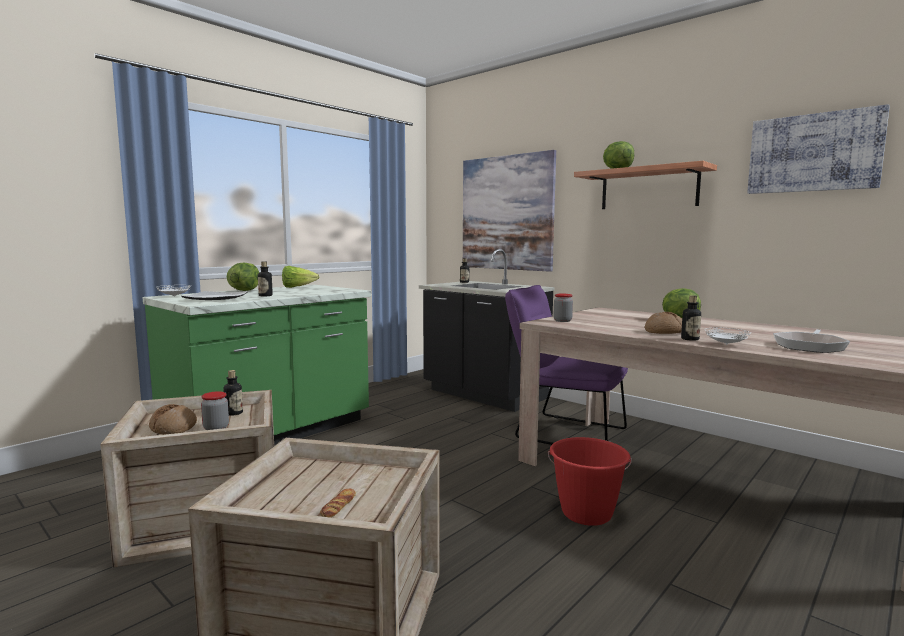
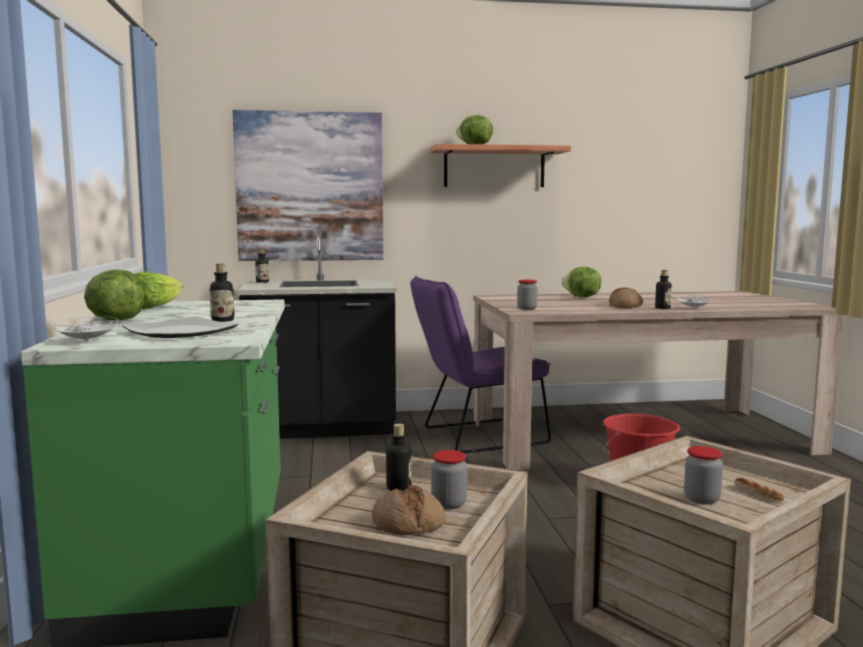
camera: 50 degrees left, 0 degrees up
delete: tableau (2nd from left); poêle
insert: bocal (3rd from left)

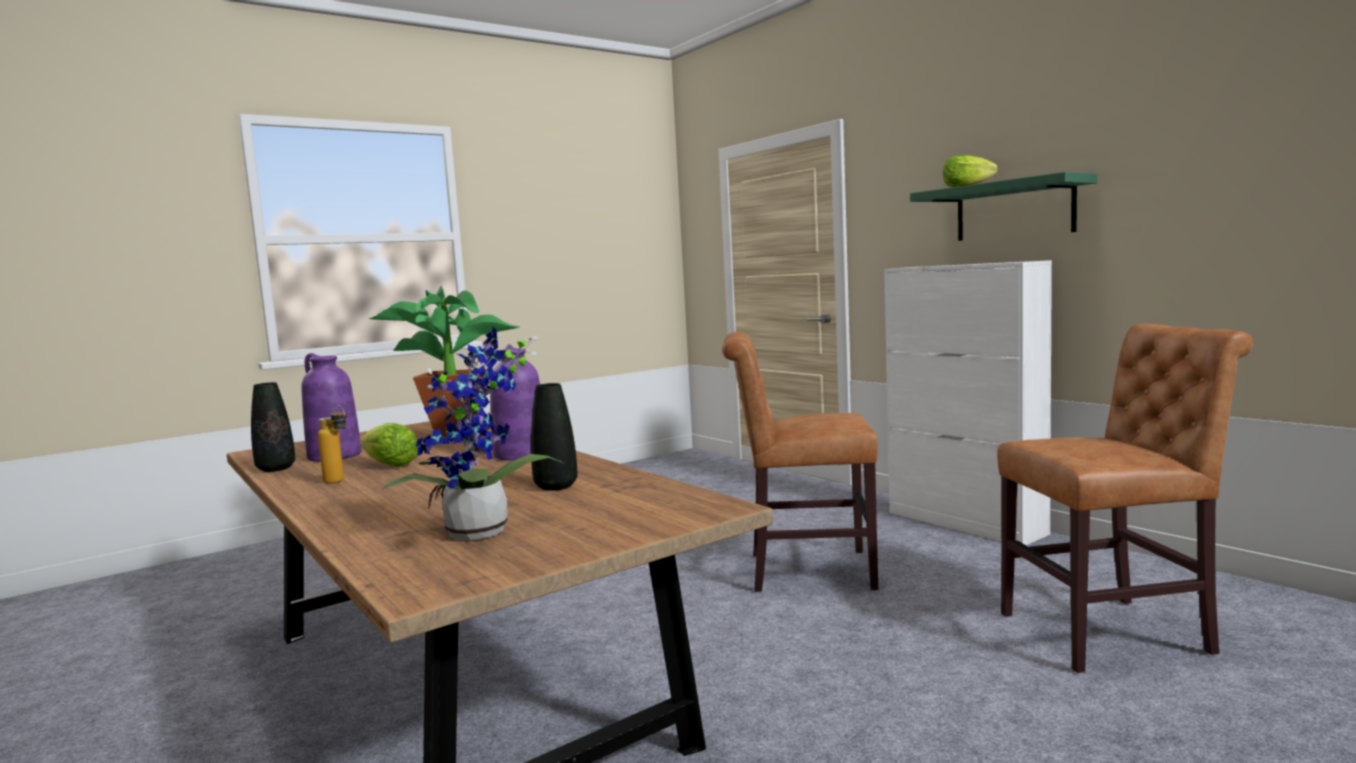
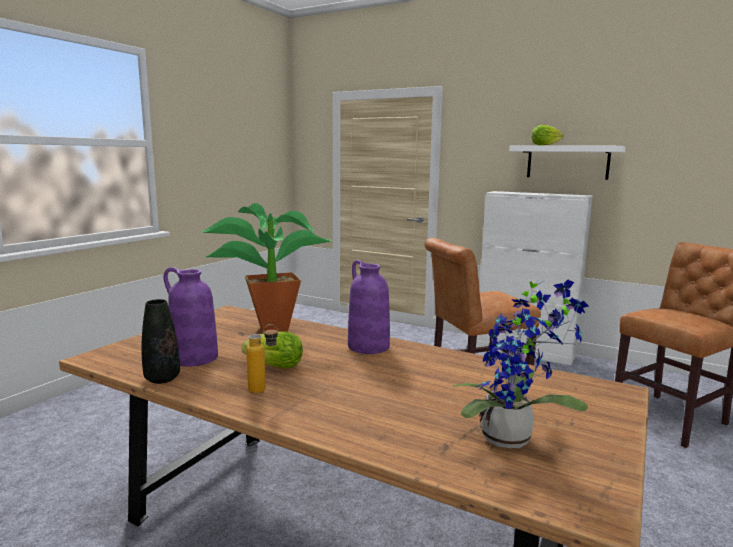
camera: 25 degrees left, 5 degrees up
delete: vase/noir (2nd from left)
recolor: étagère/vert to étagère/blanc

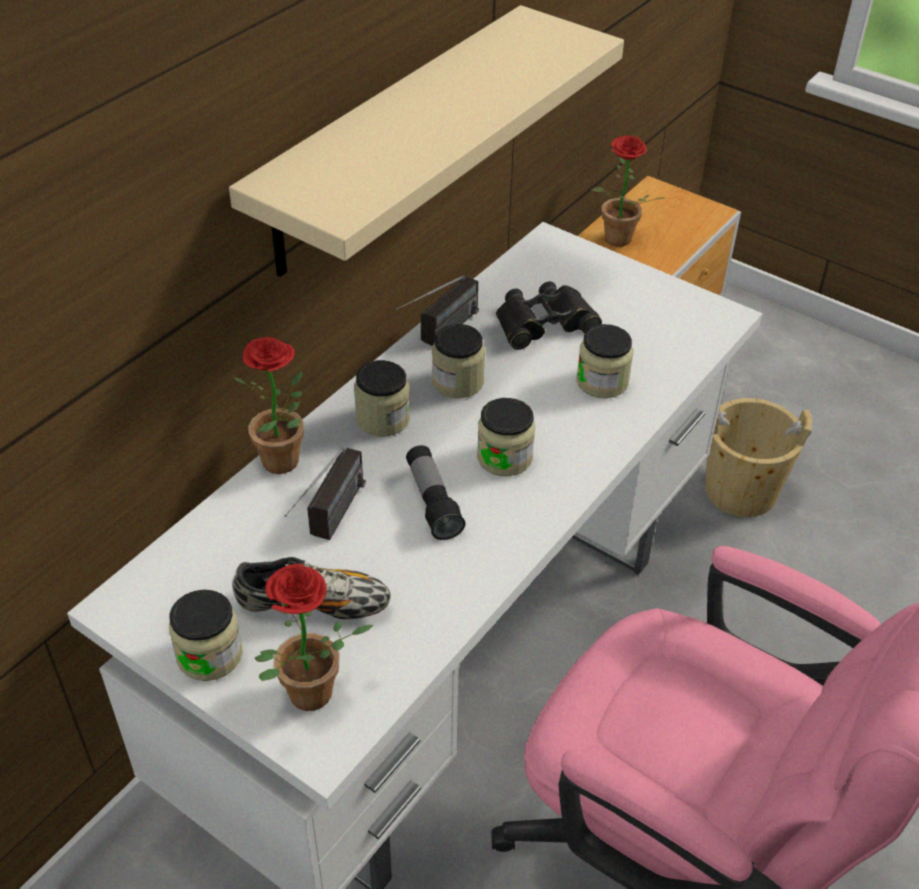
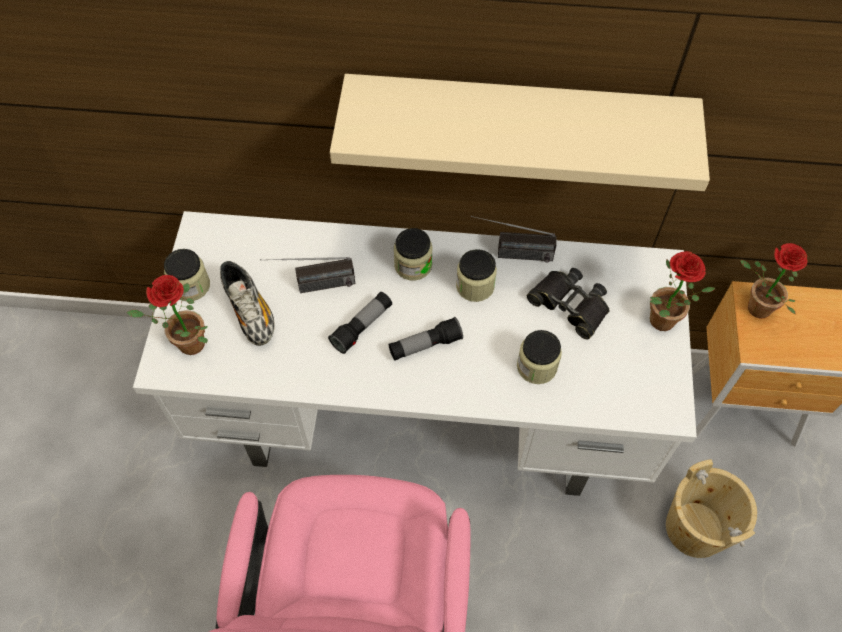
camera: 60 degrees right, 15 degrees up
move: plante en pot (1st from left in the first image) to plante en pot (2nd from left)
replace: bocal (4th from left) to lampe de poche (2nd from left)

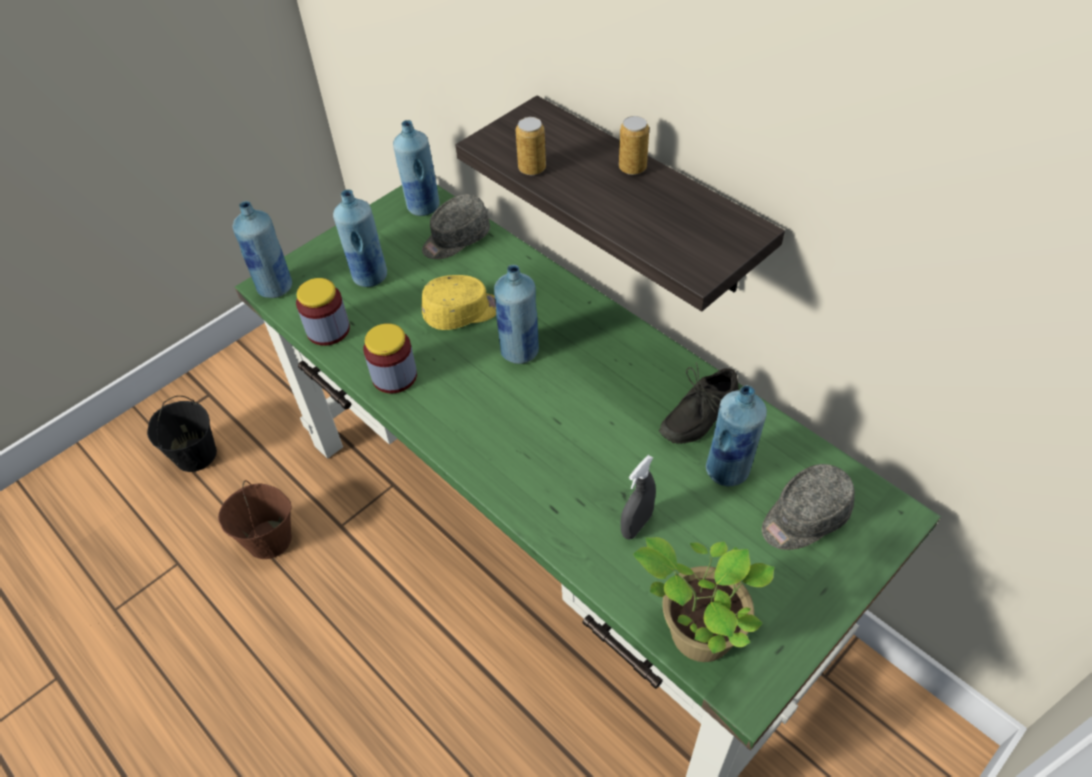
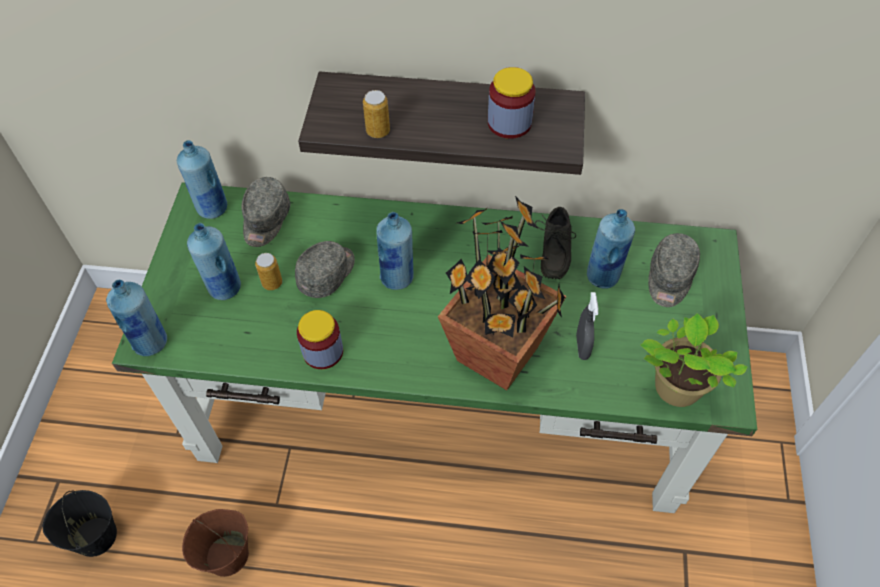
camera: 40 degrees left, 5 degrees up
insert: plante en pot (1st from left)
move: bocal (1st from left in the first image) to bocal (2nd from left); boîte métallique (2nd from left in the first image) to boîte métallique (1st from left)
recolor: casquette/jaune to casquette/gris (2nd from left)

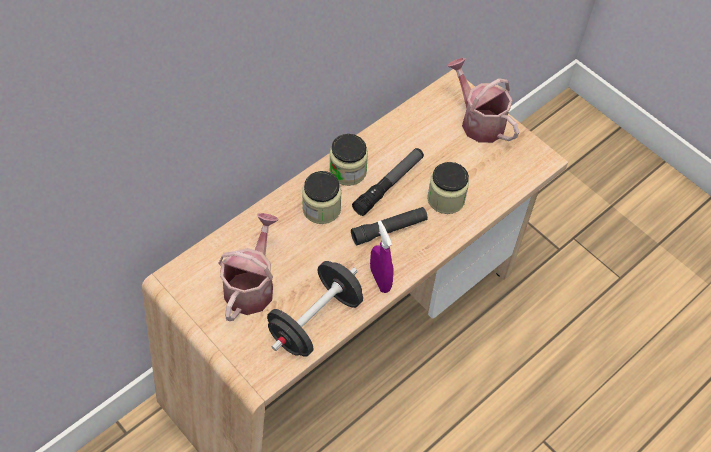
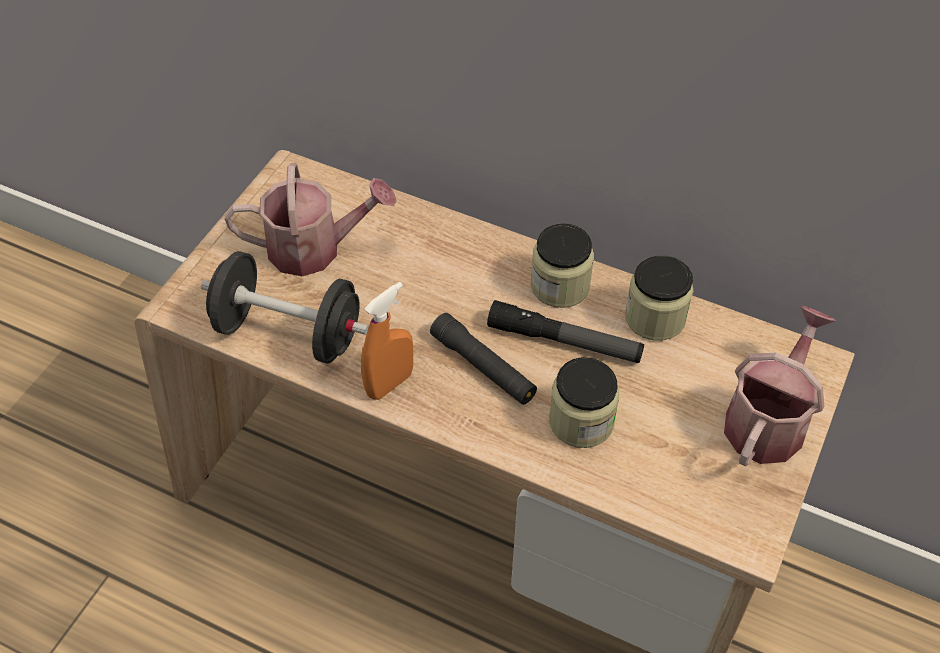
camera: 70 degrees right, 5 degrees down
move: bocal (1st from left in the first image) to bocal (3rd from left)
recolor: vaporisateur/violet to vaporisateur/orange

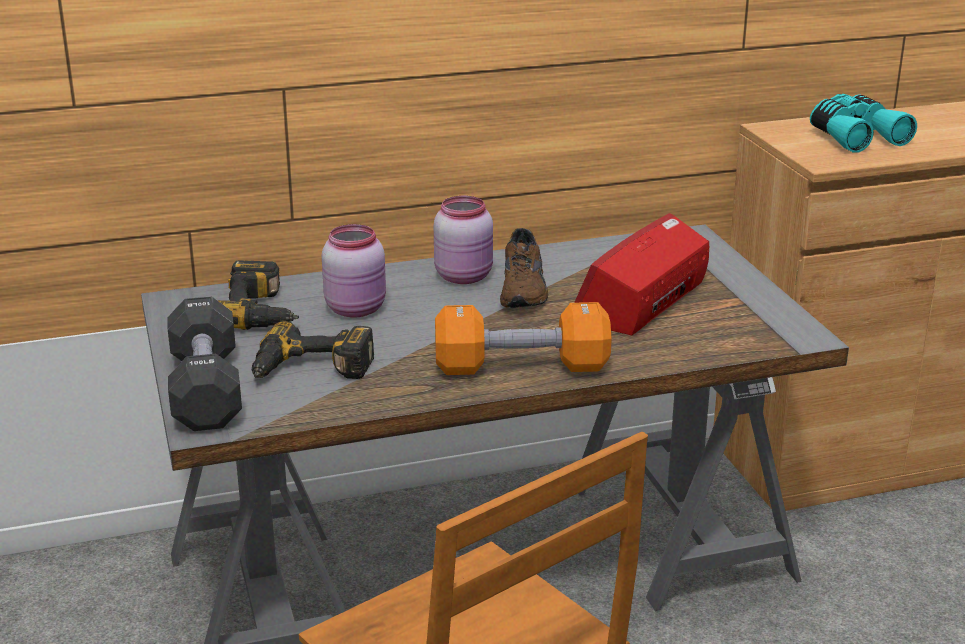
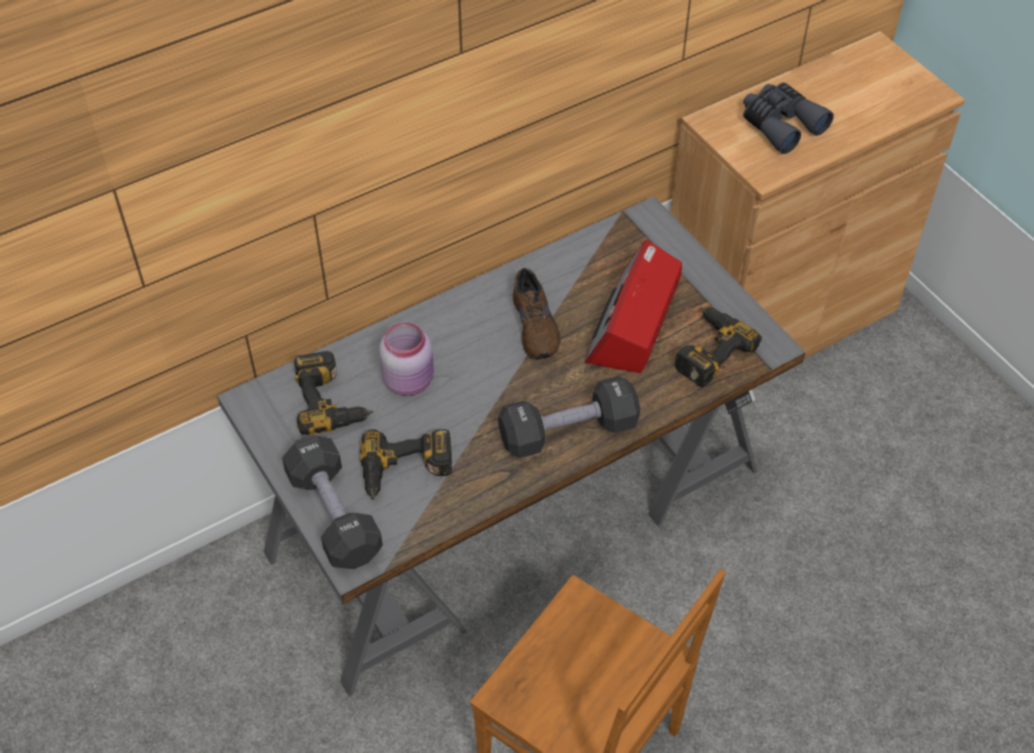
camera: 15 degrees left, 25 degrees up
delete: bocal/rose (2nd from left)
insert: perceuse (3rd from left)
recolor: haltère/orange to haltère/noir (2nd from left); jumelles/turquoise to jumelles/gris

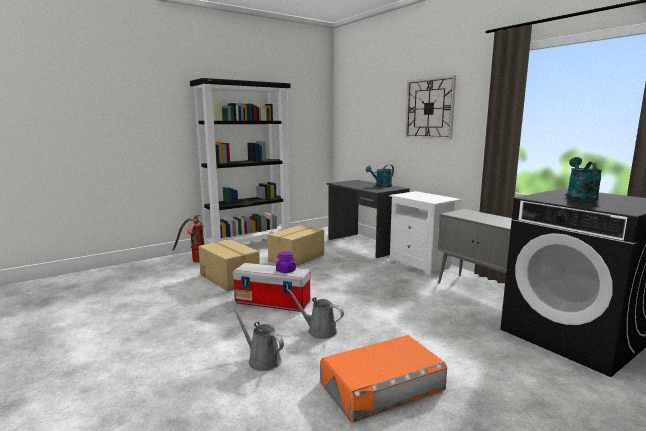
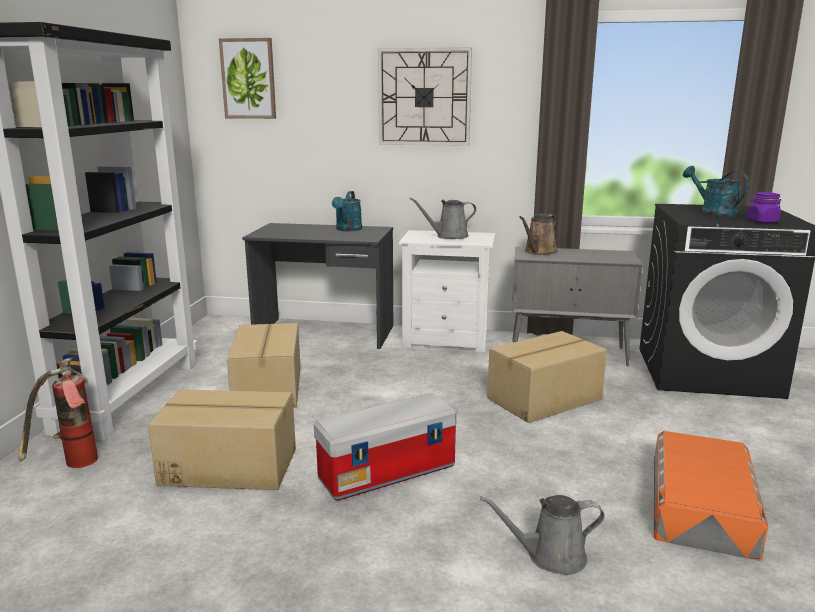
camera: 45 degrees left, 5 degrees up
insert: tableau; carton (3rd from left); arrosoir/marron
move: bocal/violet; arrosoir/gris (2nd from left in the first image) to arrosoir/gris (1st from left)

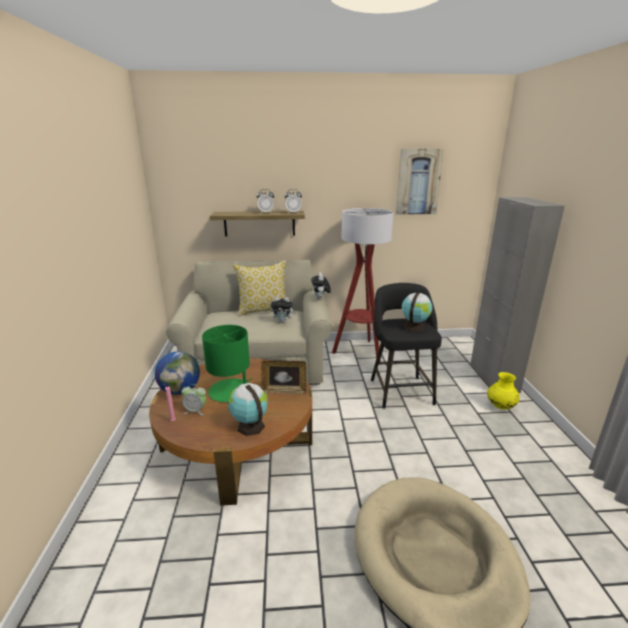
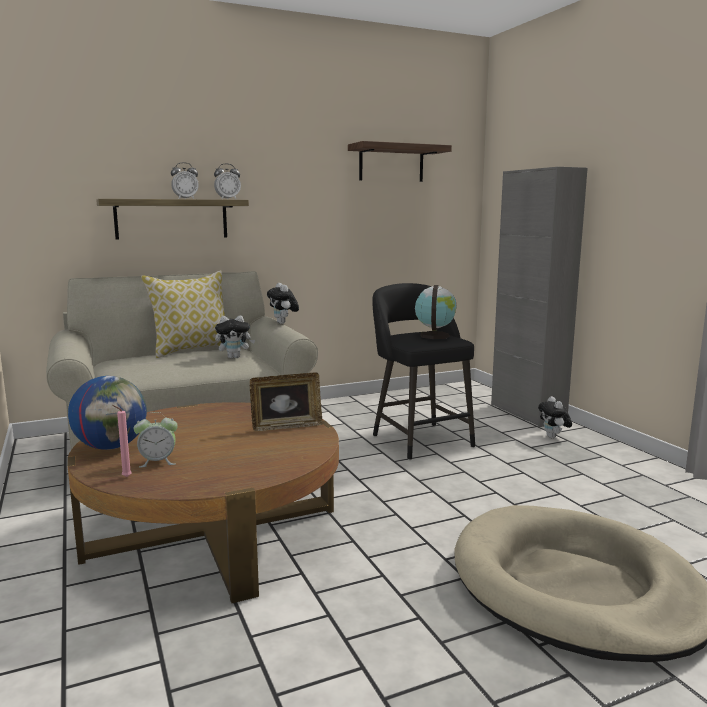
camera: 20 degrees left, 10 degrees down
delete: lampe de table/vert; globe (2nd from left); lampadaire
replace: tableau to étagère (2nd from left); vase/jaune to peluche (3rd from left)

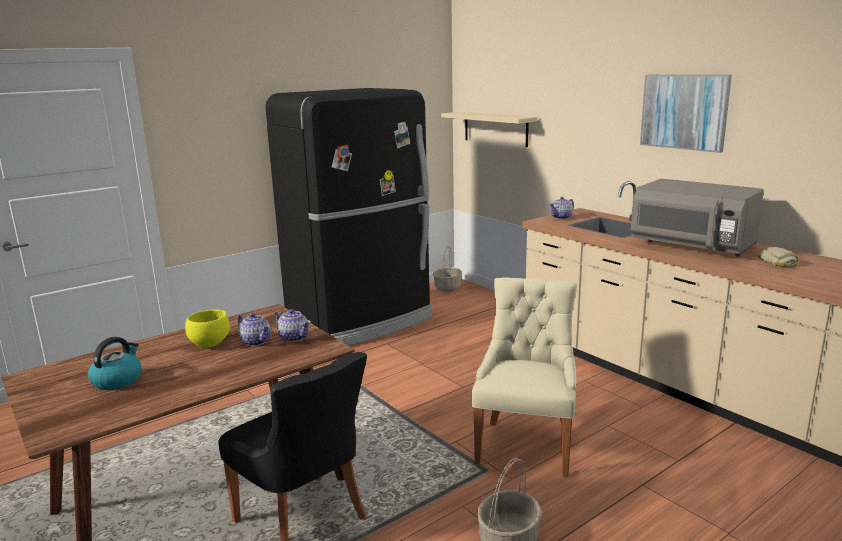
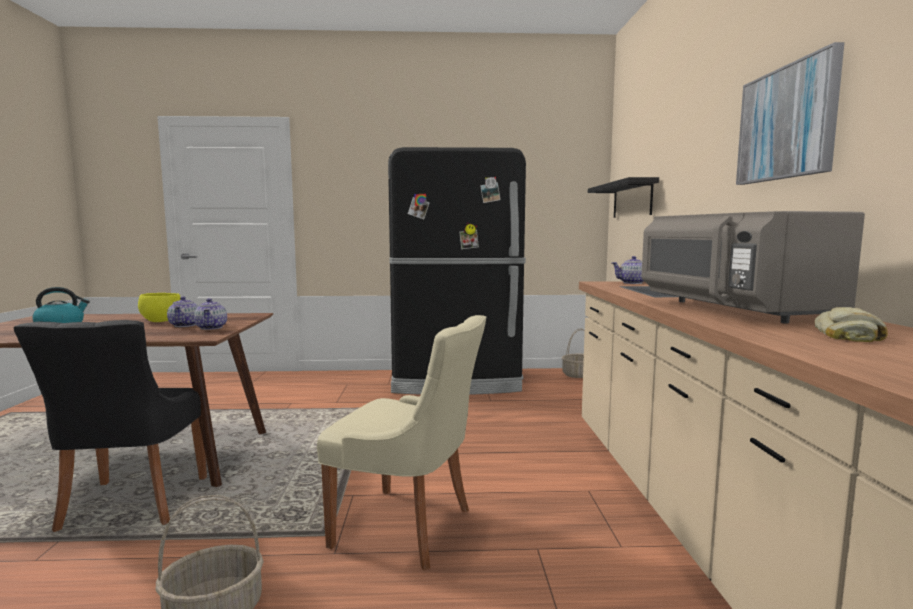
camera: 35 degrees right, 10 degrees down
recolor: étagère/beige to étagère/noir
rotate: chaise/beige 60 degrees clockwise

